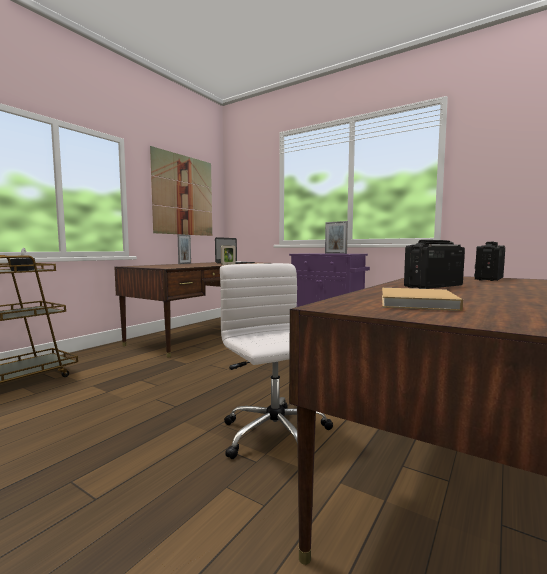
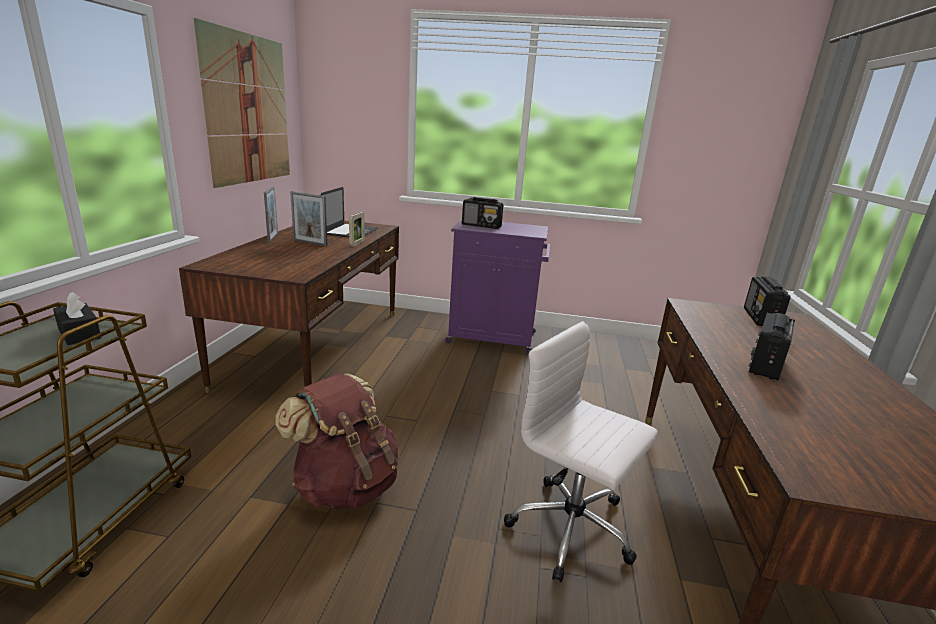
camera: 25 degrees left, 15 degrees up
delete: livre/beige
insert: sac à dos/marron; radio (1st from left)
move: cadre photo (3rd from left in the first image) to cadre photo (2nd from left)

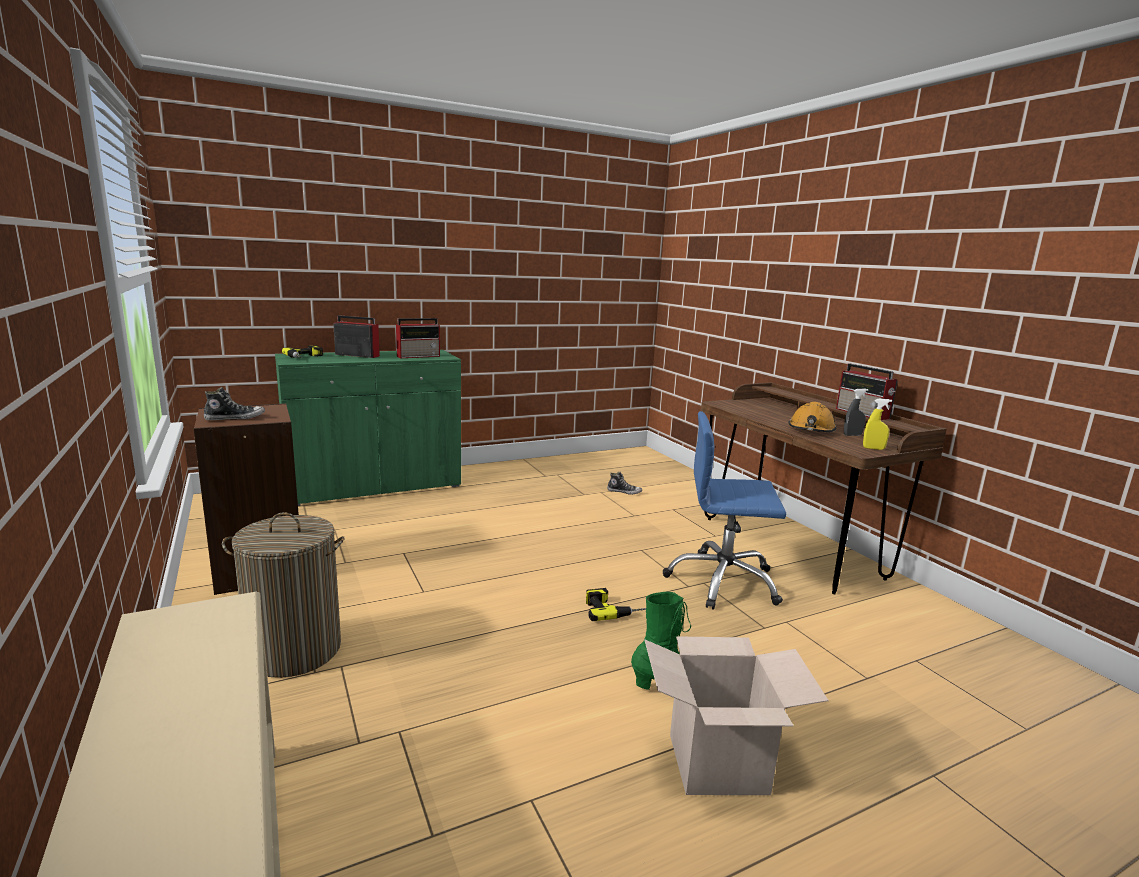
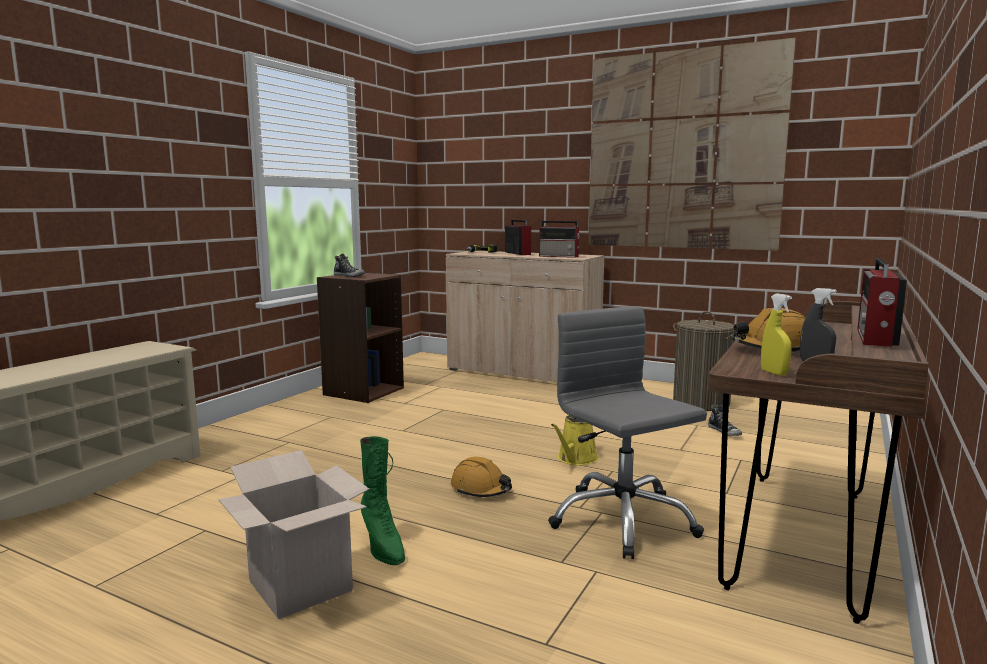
camera: 55 degrees right, 5 degrees down
insert: arrosoir/jaune; tableau
move: panier à linge
replace: perceuse (2nd from left) to casque de chantier/orange (1st from left)
recolor: meuble de rangement/vert to meuble de rangement/beige; chaise de bureau/bleu to chaise de bureau/gris

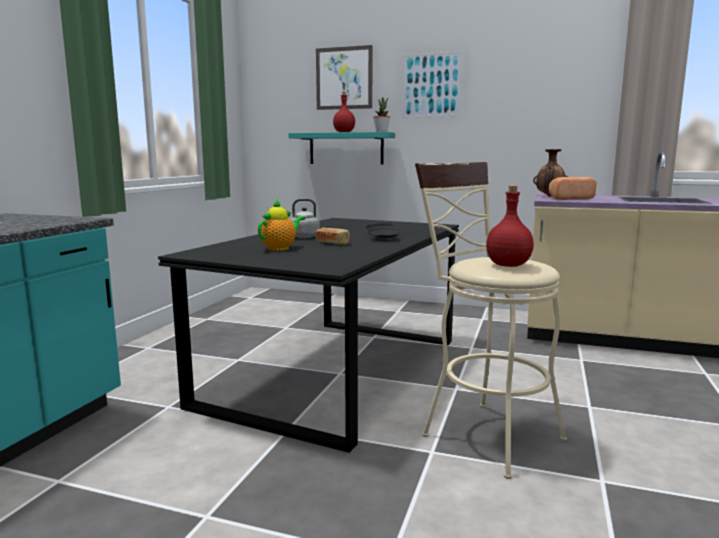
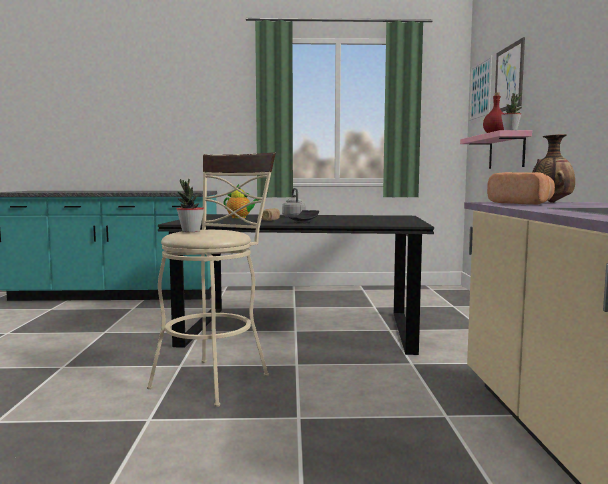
camera: 70 degrees right, 5 degrees down
move: tableau (2nd from left in the first image) to tableau (1st from left)
replace: bouteille/rouge (2nd from left) to plante en pot (1st from left)
recolor: étagère/turquoise to étagère/rose

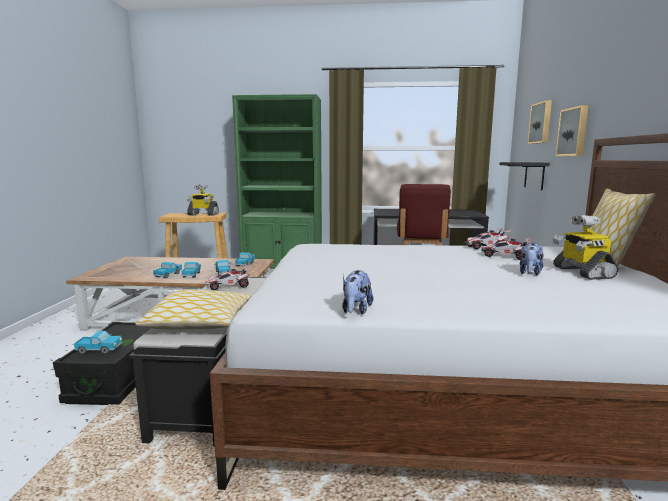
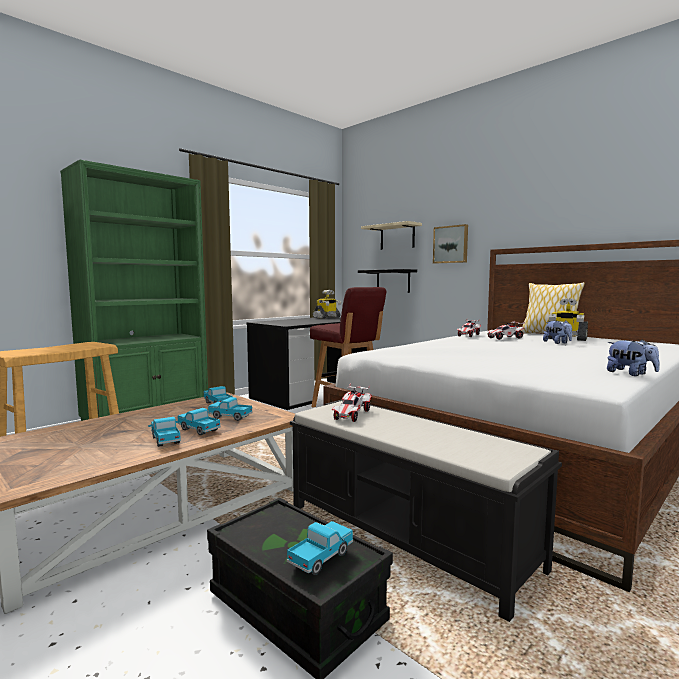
camera: 50 degrees left, 5 degrees down
delete: coussin (1st from left)
move: robot jouet (1st from left)
replace: tableau (1st from left) to étagère/beige

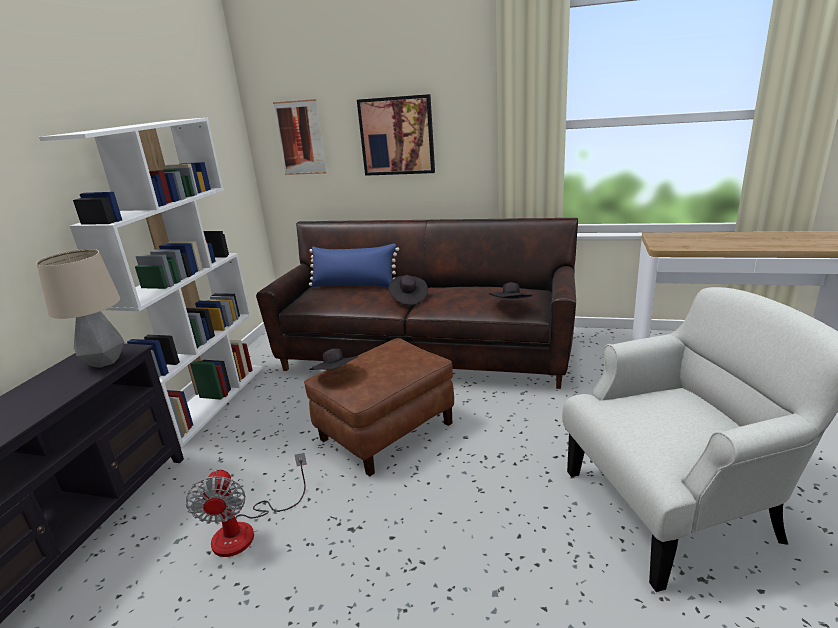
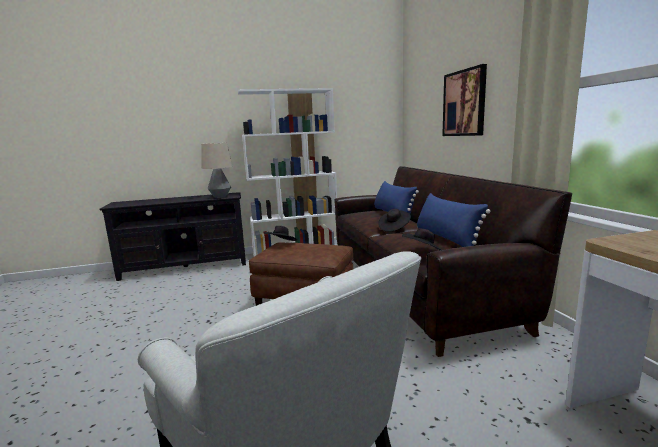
camera: 60 degrees right, 10 degrees down
delete: ventilateur; tableau (1st from left)
insert: coussin/bleu (2nd from left)

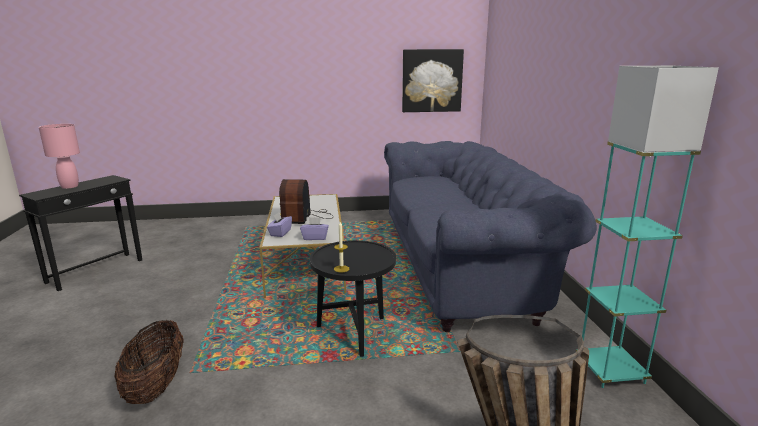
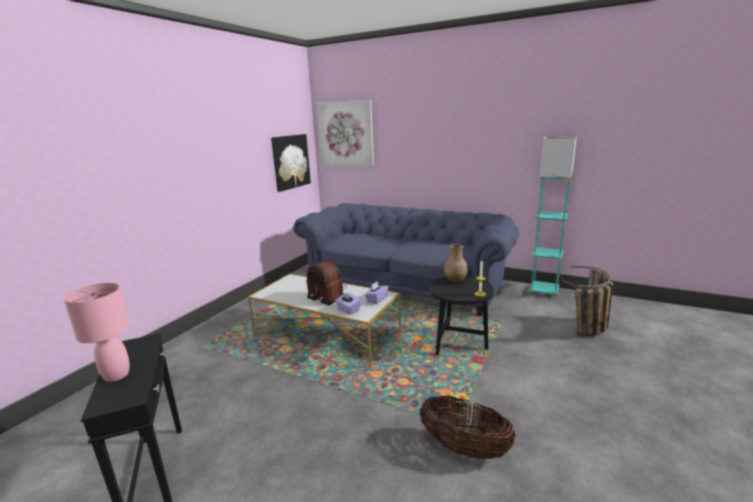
camera: 55 degrees left, 0 degrees up
insert: tableau (2nd from left); vase/marron

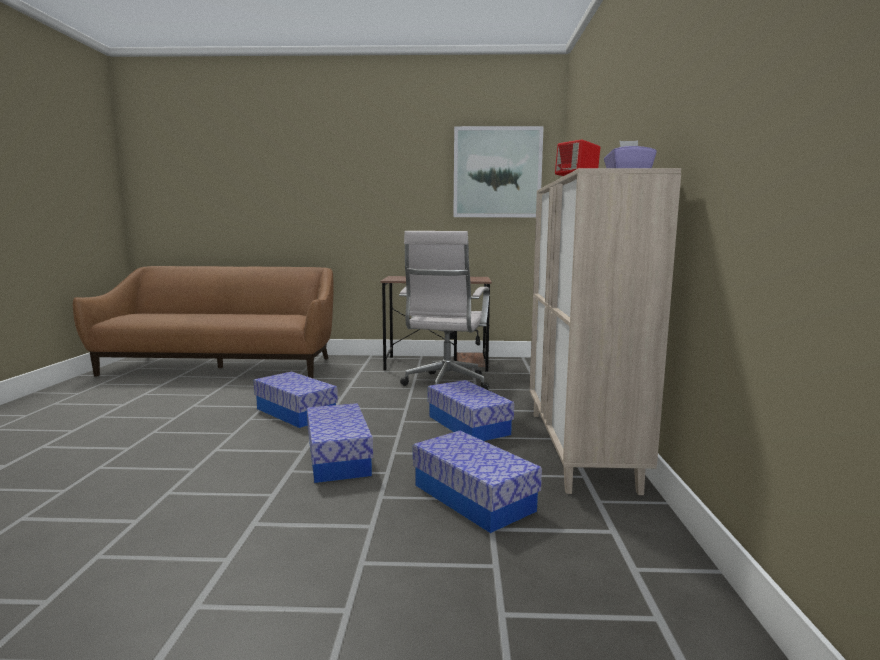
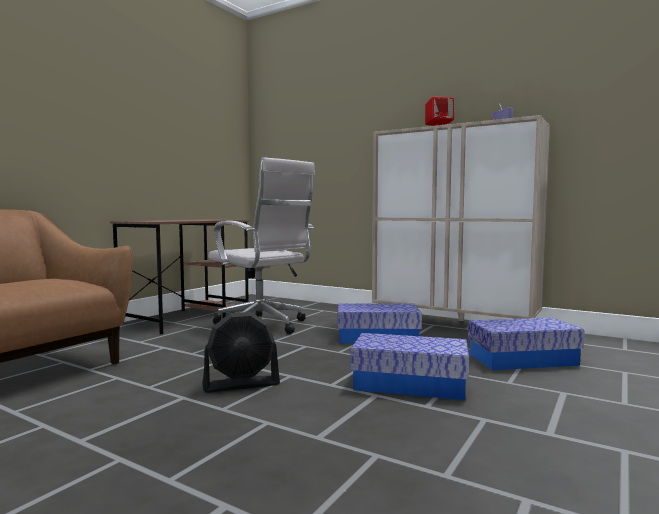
camera: 60 degrees left, 5 degrees down
delete: tableau
replace: boîte de rangement (1st from left) to ventilateur/noir

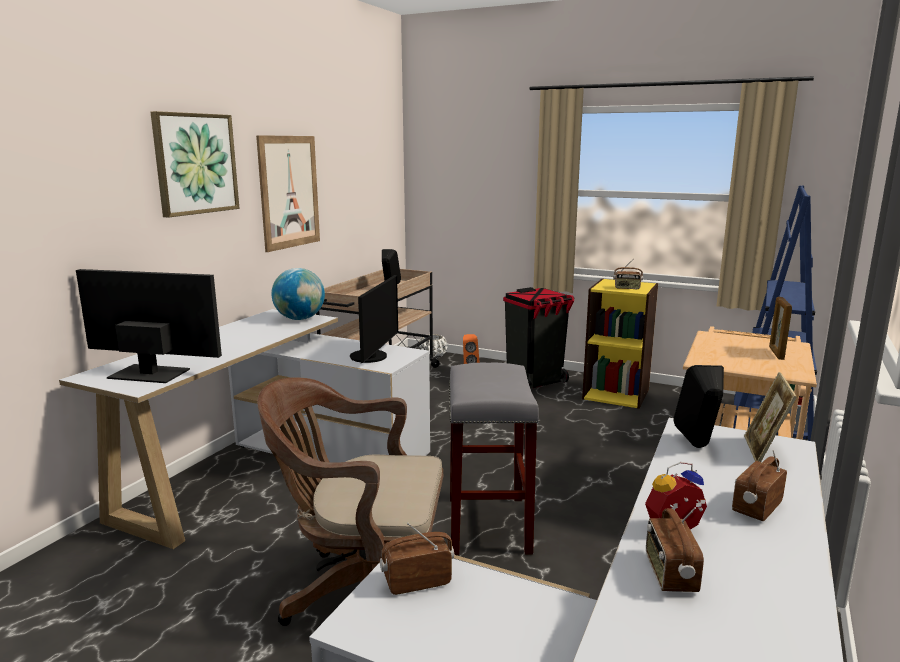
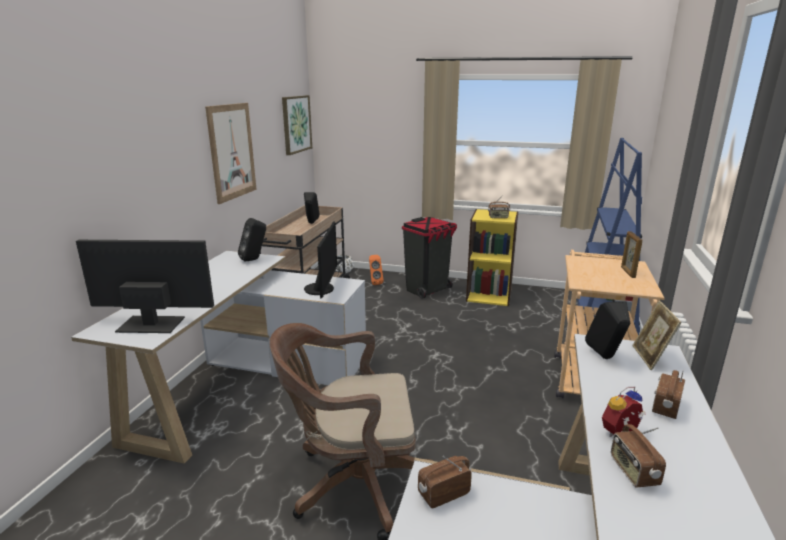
camera: 10 degrees left, 5 degrees up
delete: tabouret/gris
move: tableau (1st from left in the first image) to tableau (2nd from left)
replace: globe to enceinte/noir (1st from left)

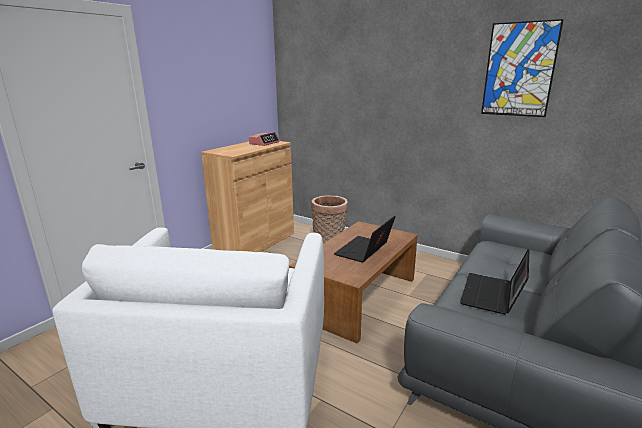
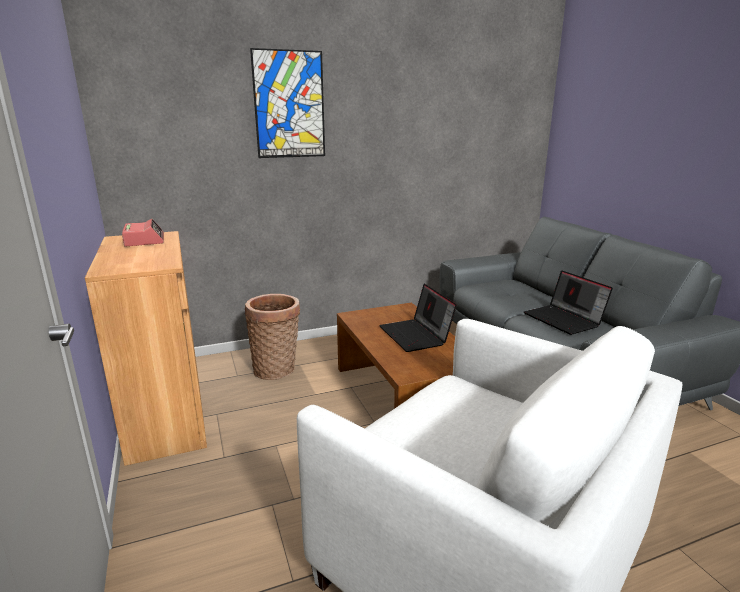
camera: 55 degrees left, 0 degrees up
move: tableau

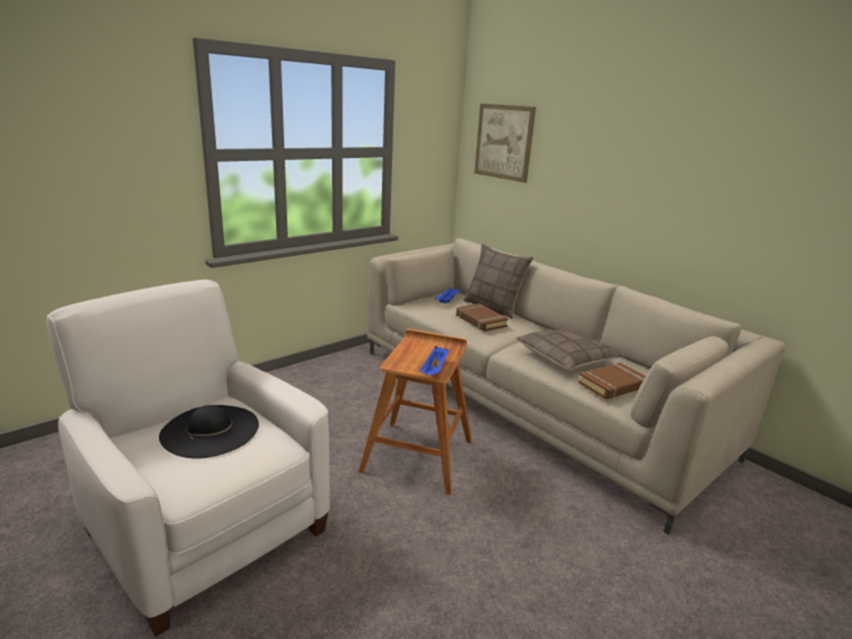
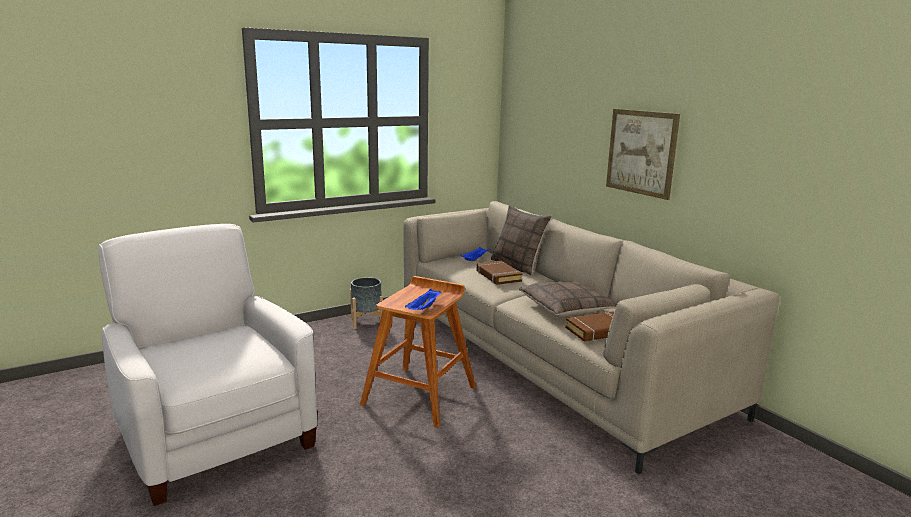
camera: 10 degrees right, 5 degrees down
delete: chapeau/noir
insert: cache-pot/gris
move: tableau

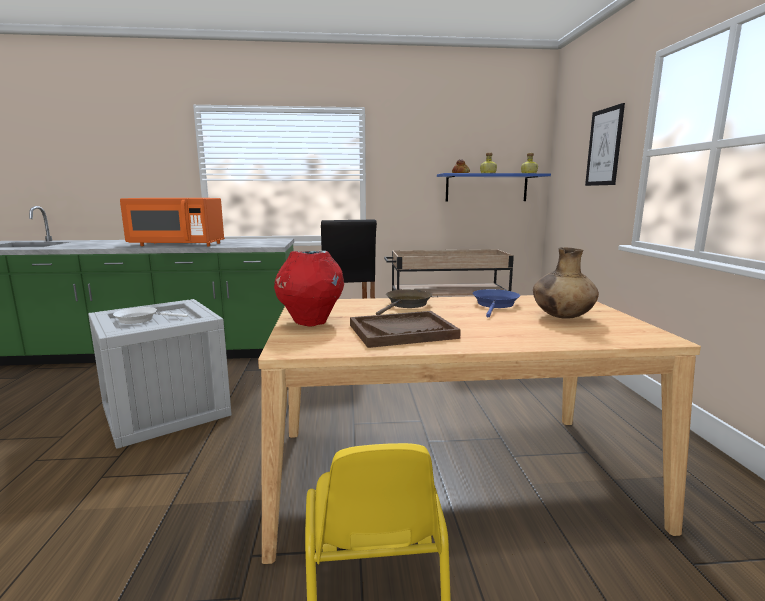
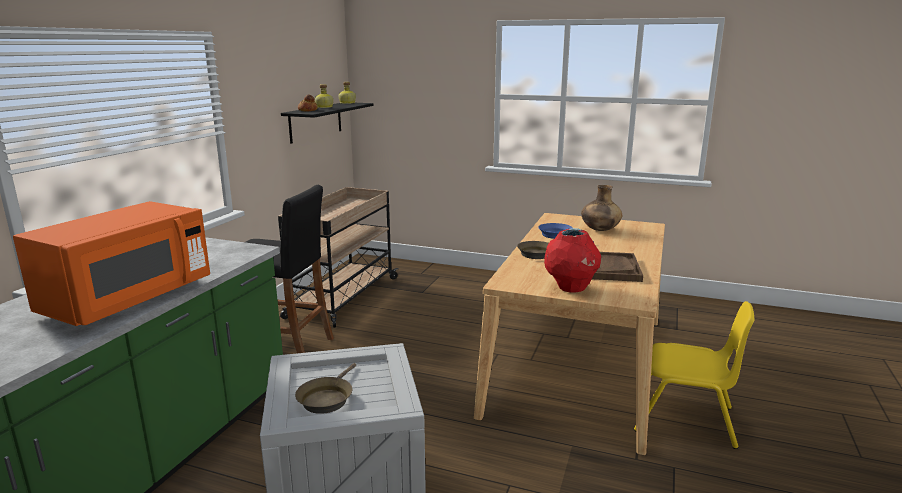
camera: 65 degrees left, 5 degrees up
delete: tableau
recolor: poêle/blanc to poêle/marron (1st from left); étagère/bleu to étagère/noir

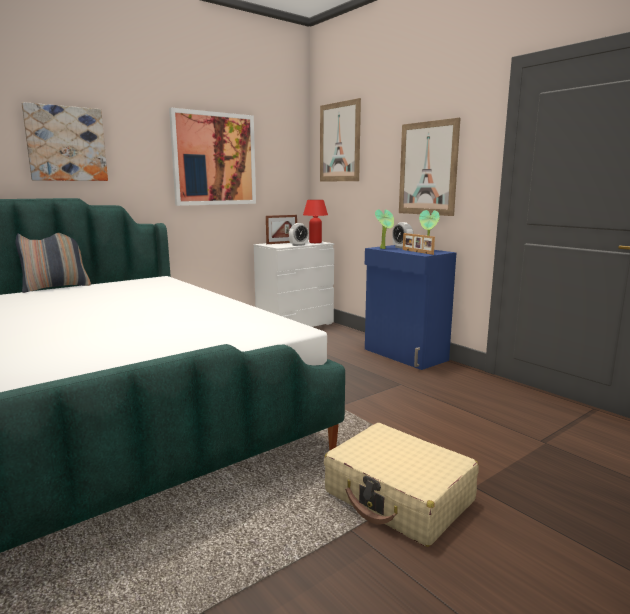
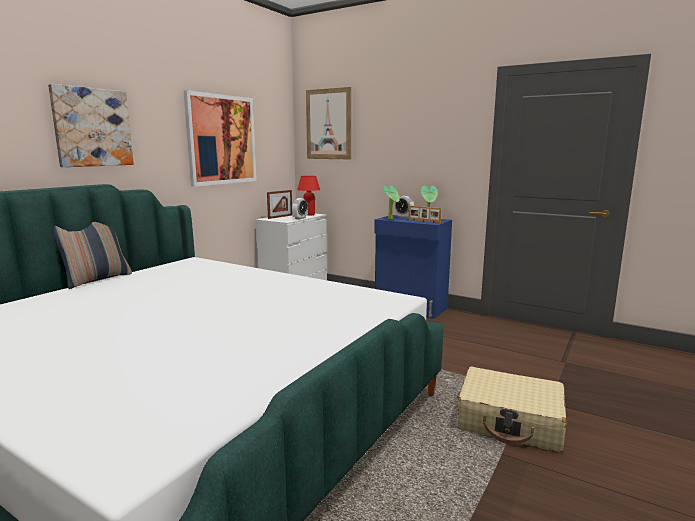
camera: 20 degrees left, 0 degrees up
delete: tableau (4th from left)

